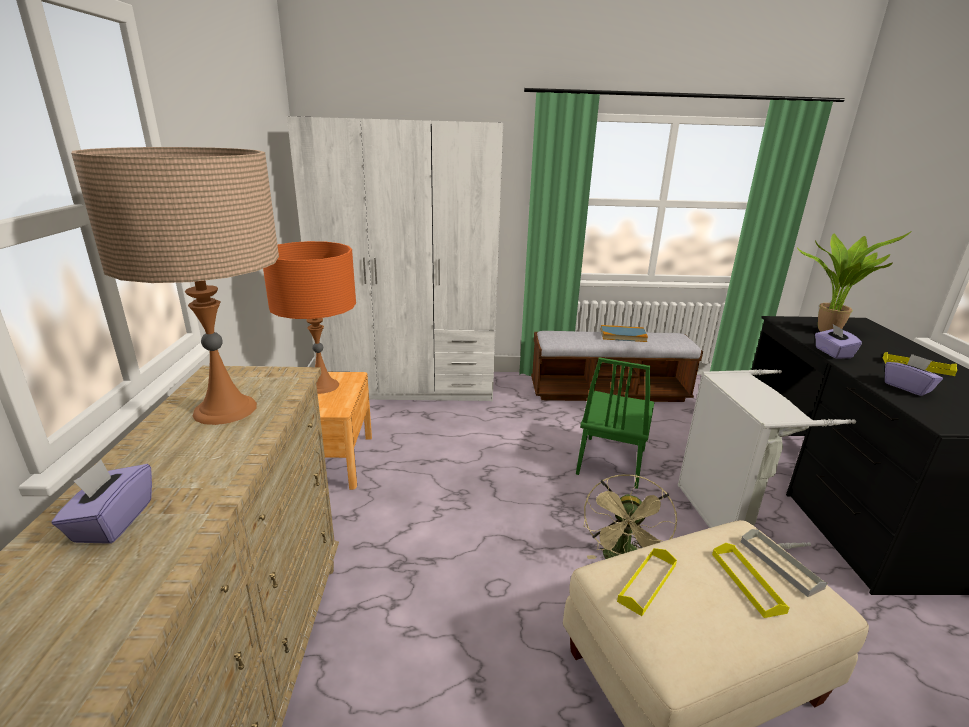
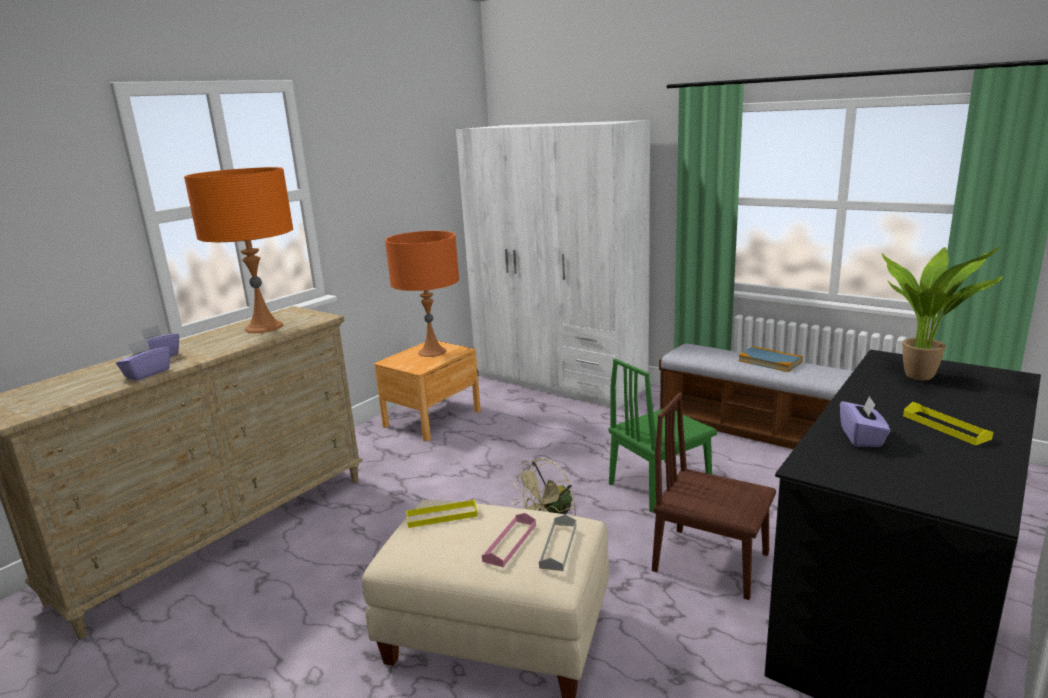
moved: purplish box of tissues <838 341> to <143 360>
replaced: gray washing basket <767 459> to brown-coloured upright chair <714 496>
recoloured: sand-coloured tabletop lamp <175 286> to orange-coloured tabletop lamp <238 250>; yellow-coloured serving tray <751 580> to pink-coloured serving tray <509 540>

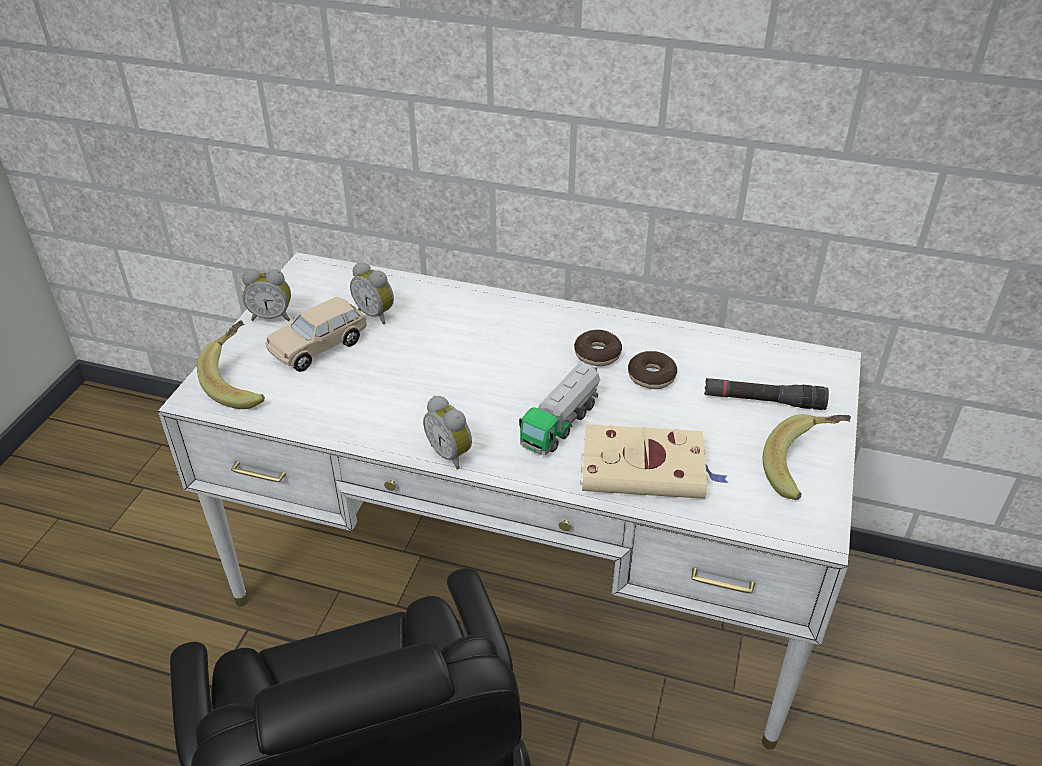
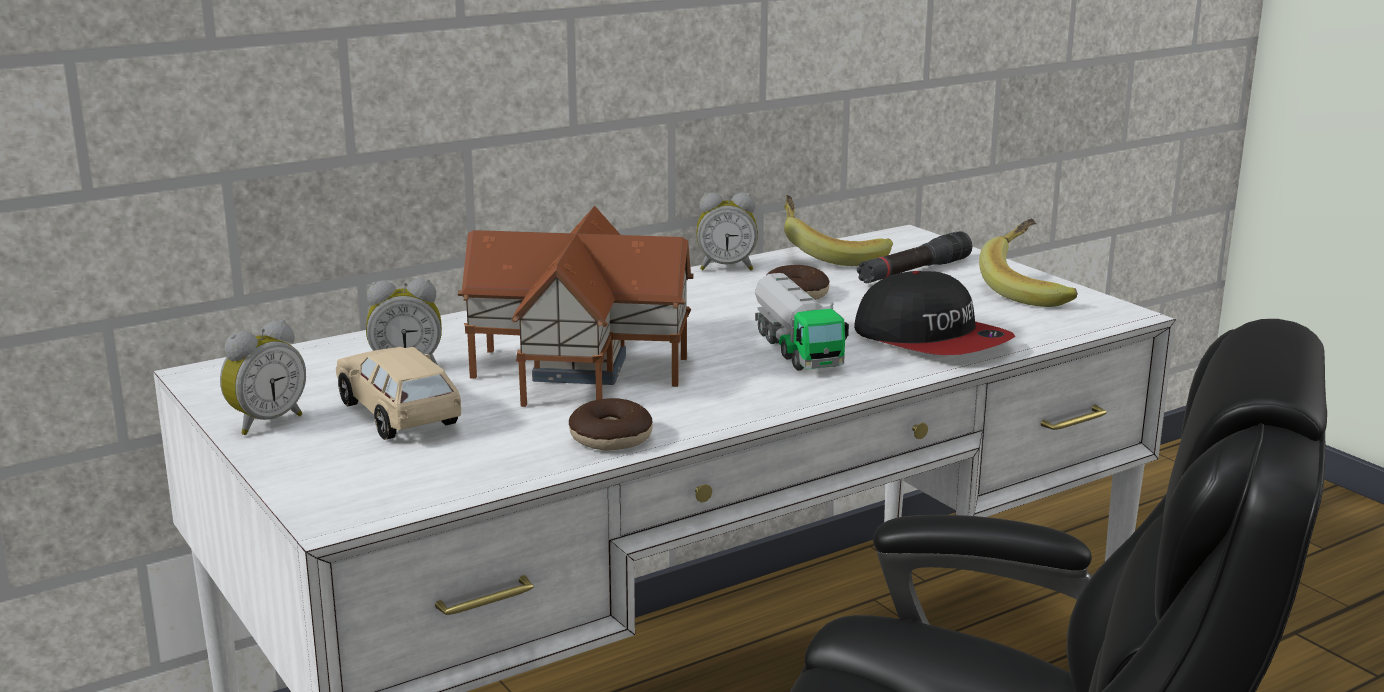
added: toy house <576 306>
moved: banana <231 364> to <838 230>; ring doughnut <598 348> to <611 424>; table clock <447 433> to <727 231>
replaced: sand-coloured book <654 461> to cap <934 313>
turned: sand-coloured model car <316 334> = <398 393> 150 degrees clockwise

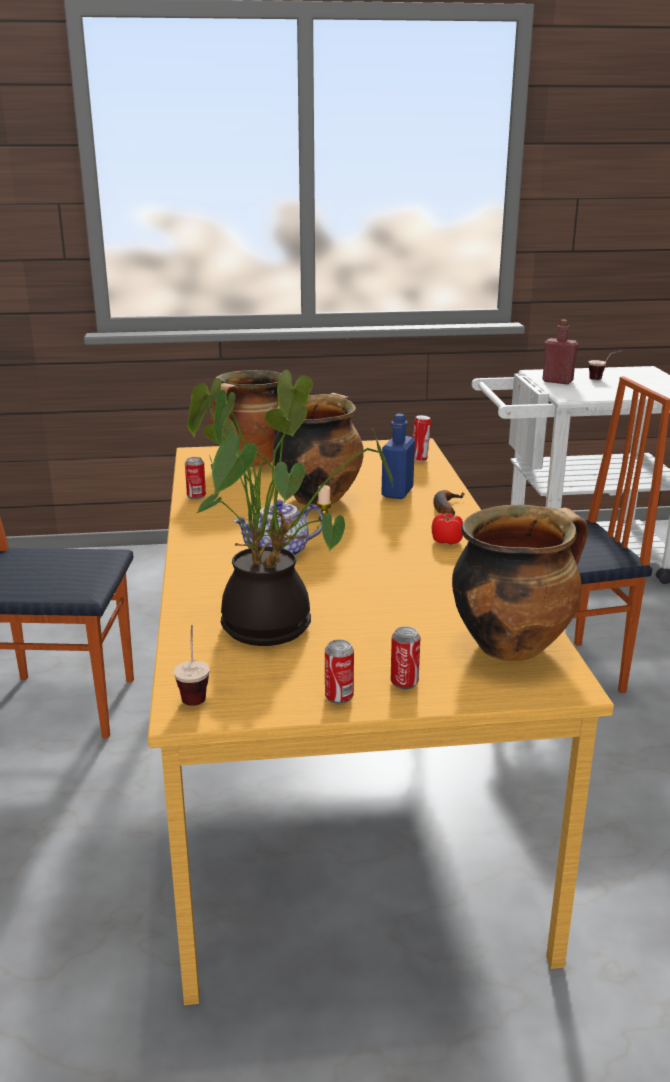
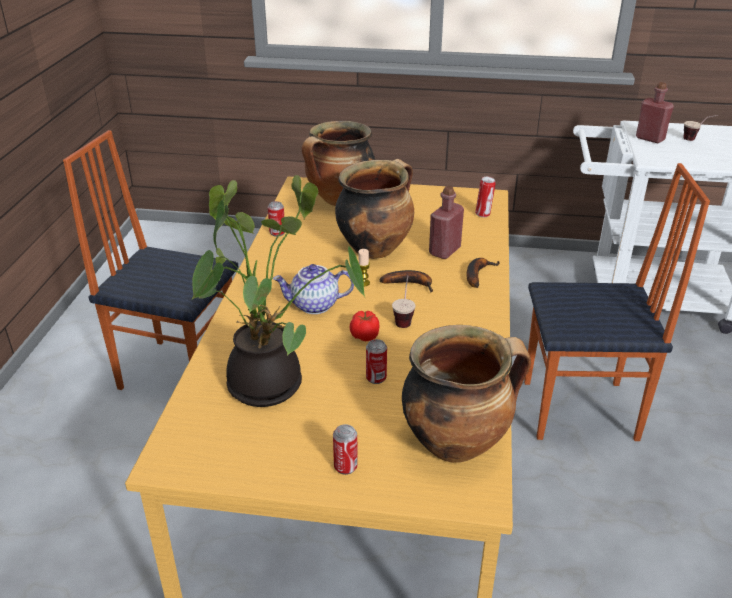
added: banana <406 281>
moved: whole tomato <447 529> to <364 326>; small cup <192 665> to <404 301>; sealed can <339 672> to <376 361>
recoloured: blue-coloured beverage bottle <398 456> to reddish beverage bottle <446 222>

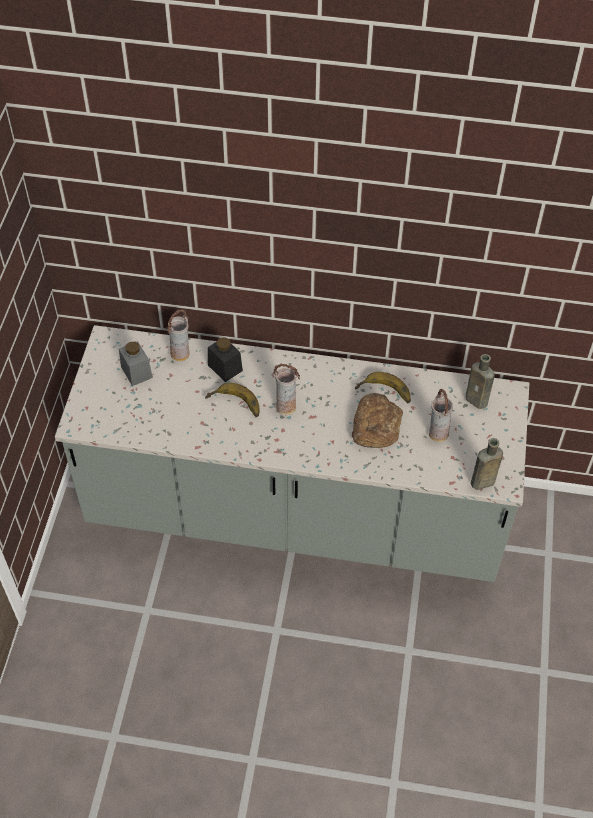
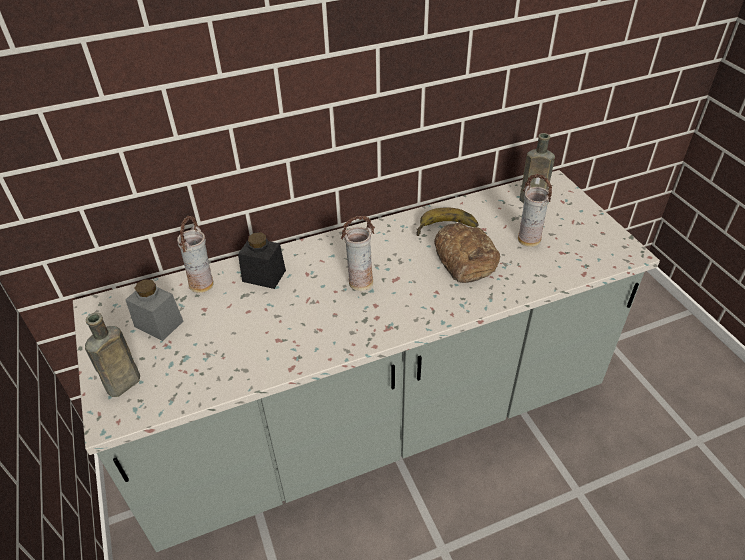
removed: banana <232 400>
moved: brown-coloured beverage bottle <487 464> to <112 355>

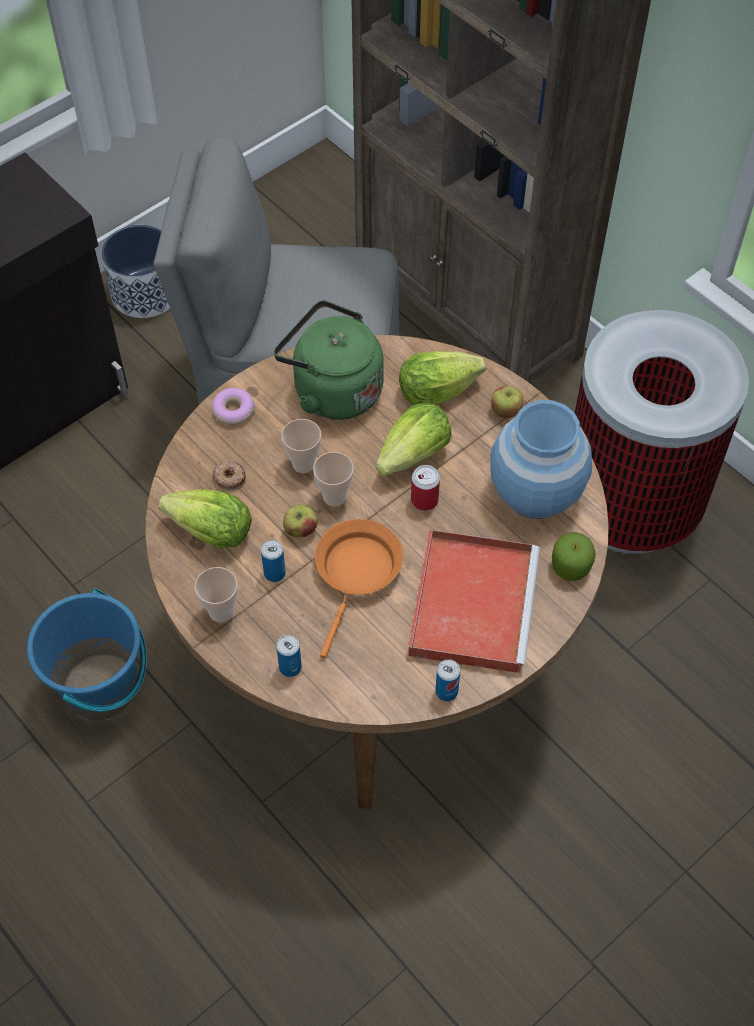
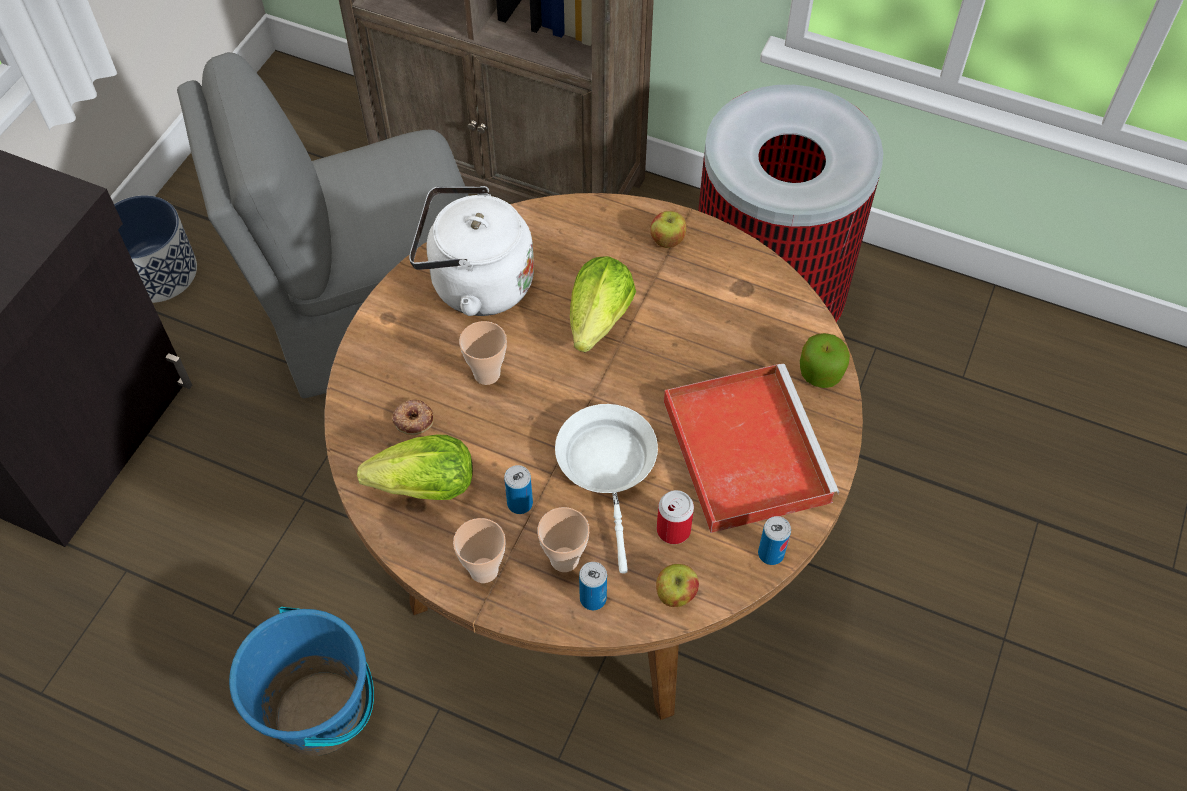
removed: lettuce head <442 378>; ring doughnut <233 406>; blue-coloured decorative vase <541 459>
moved: small cup <333 479> to <563 539>; sealed can <425 488> to <675 517>; apple <300 521> to <677 585>
recoloured: green tea kettle <329 360> to whitish tea kettle <471 251>; orange-coloured skillet <359 589> to whitish skillet <606 489>

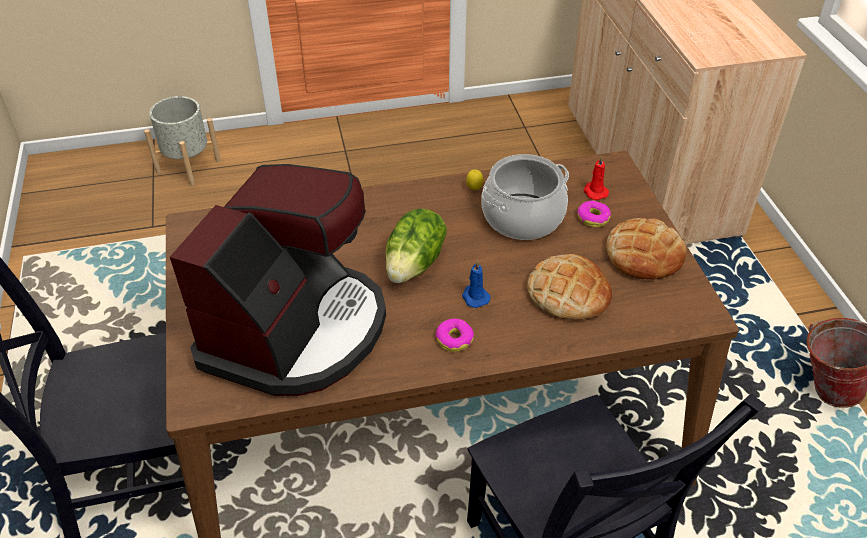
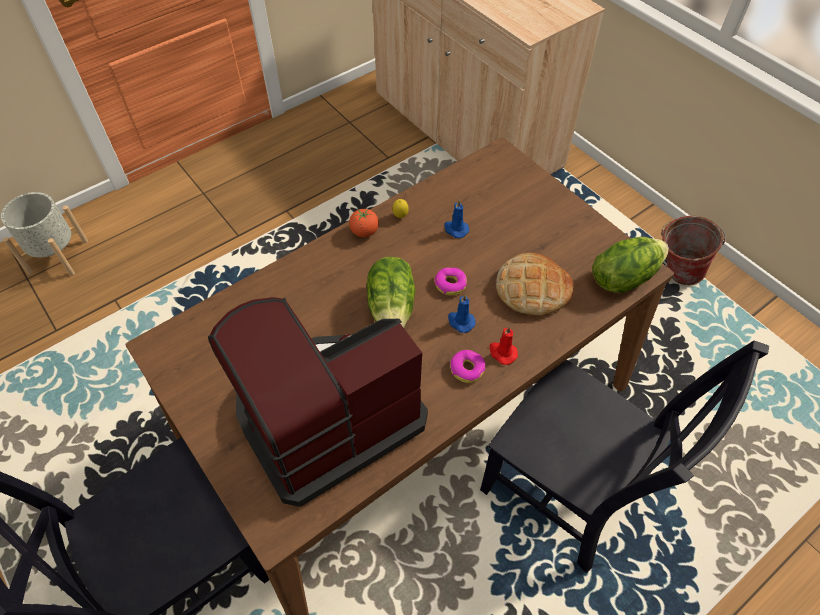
removed: bakery bread <646 248>
added: whole tomato <364 223>; lettuce head <630 265>
moved: reddish wax light <596 178> to <503 345>; ring doughnut <594 213> to <451 282>
replaced: stockpot <525 197> to blue-coloured wax light <456 218>
turned: coffee maker <278 280> = <318 402> 120 degrees counterclockwise

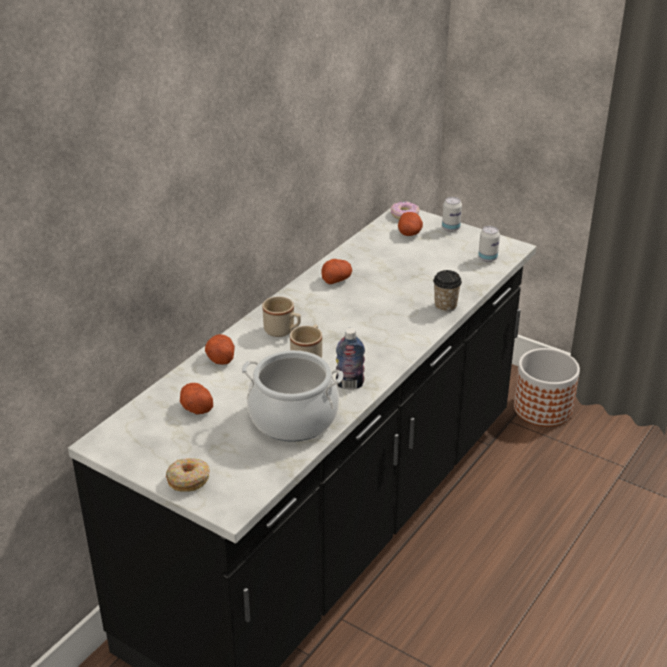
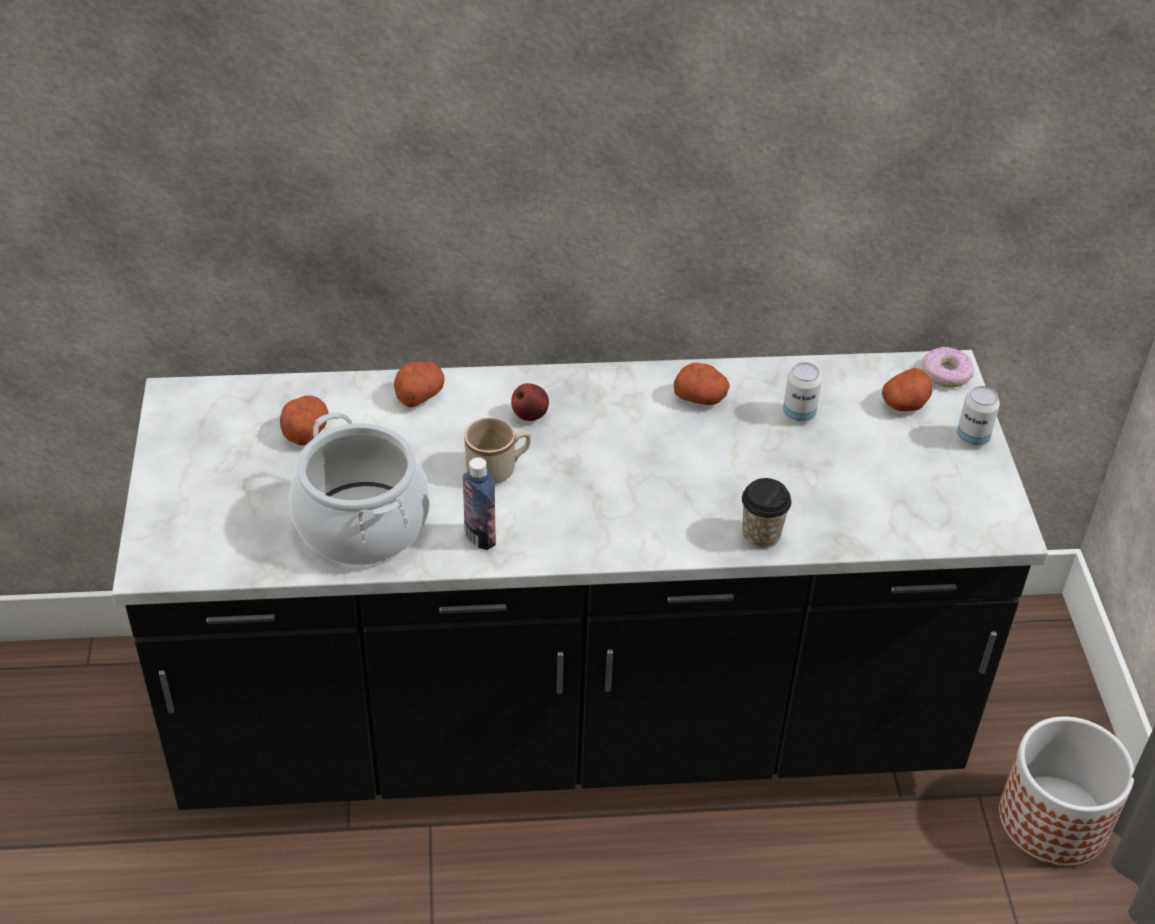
removed: ring doughnut <188 475>
moved: sealed can <489 244> to <802 392>
replaced: sand-coloured coffee mug <281 316> to apple <530 402>

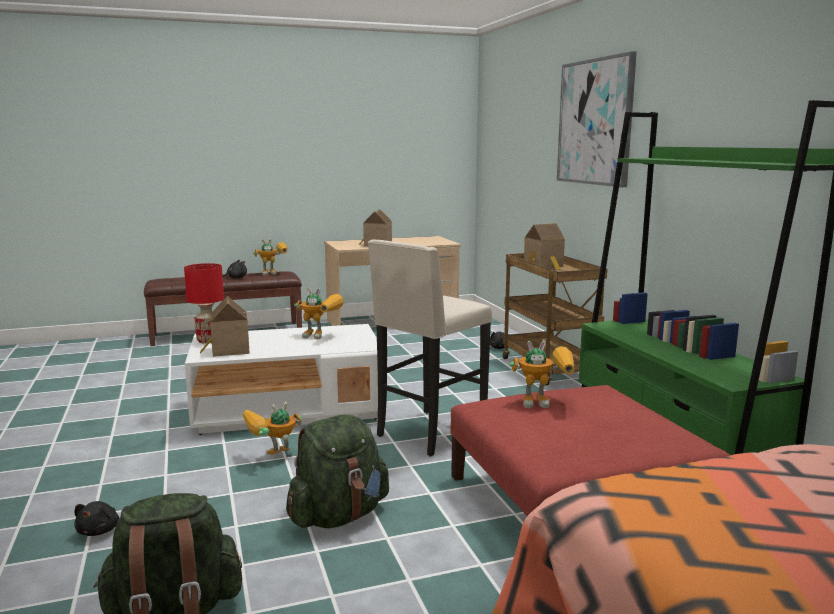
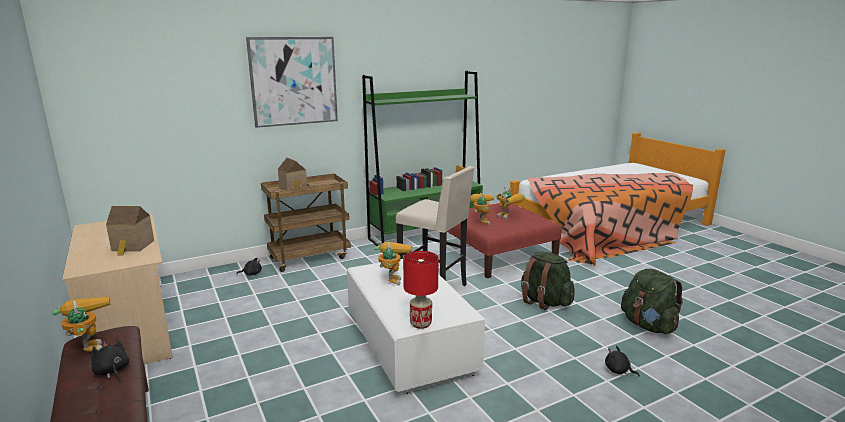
removed: toy house <225 326>
moved: model robot <272 428> to <510 203>
turned: black-coloured plush toy <97 518> = <622 361> 135 degrees counterclockwise

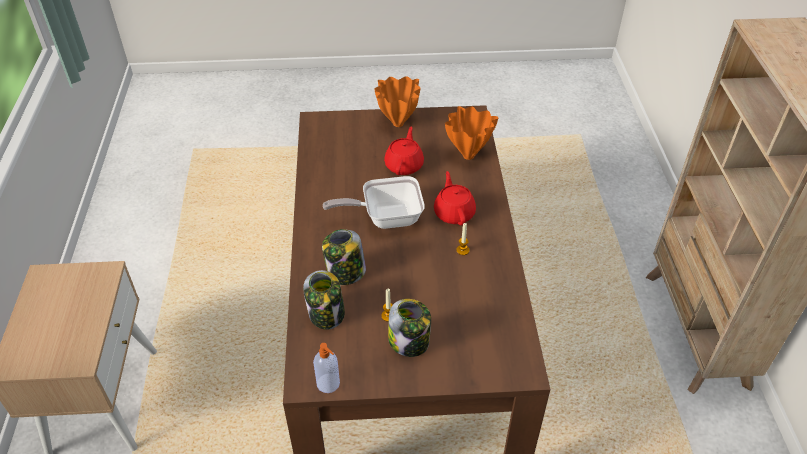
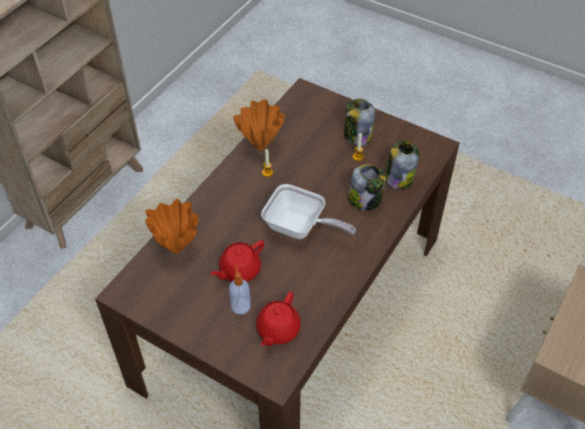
moved: orange-coloured decorative vase <397 101> to <259 124>; reddish tea pot <455 198> to <278 319>; soap bottle <326 368> to <240 289>

